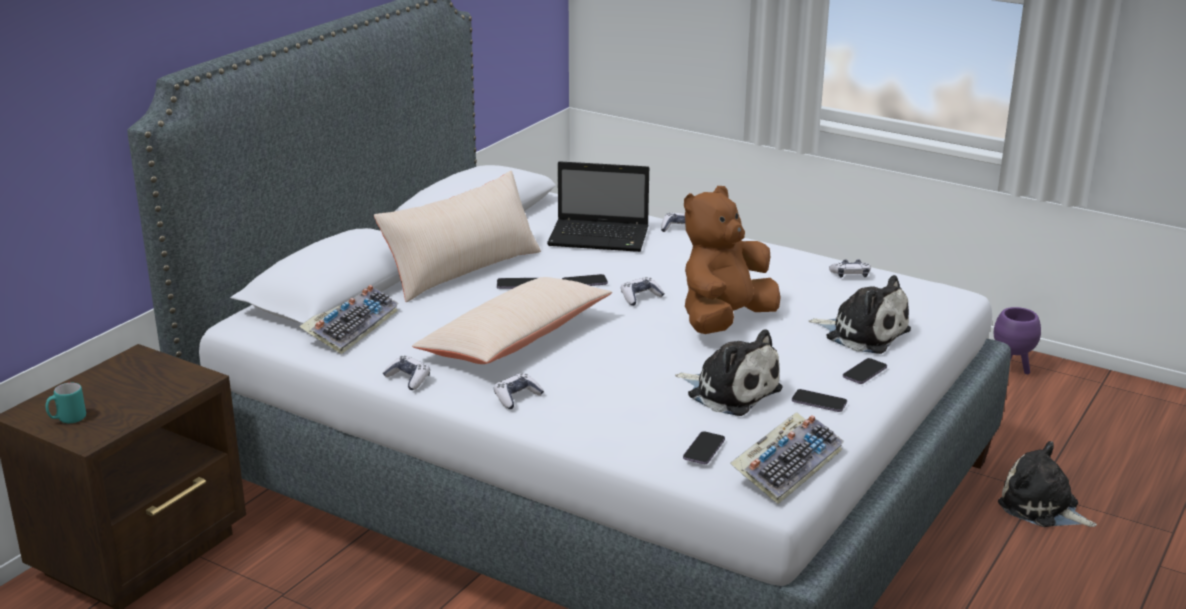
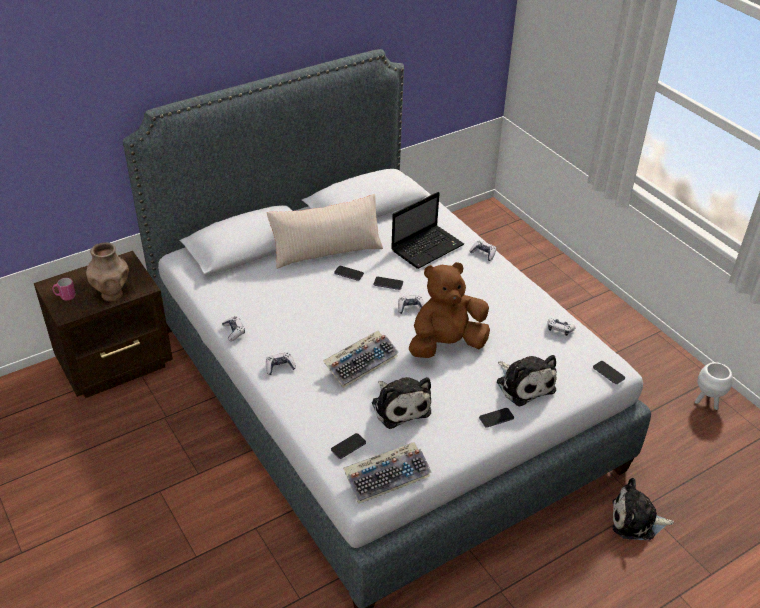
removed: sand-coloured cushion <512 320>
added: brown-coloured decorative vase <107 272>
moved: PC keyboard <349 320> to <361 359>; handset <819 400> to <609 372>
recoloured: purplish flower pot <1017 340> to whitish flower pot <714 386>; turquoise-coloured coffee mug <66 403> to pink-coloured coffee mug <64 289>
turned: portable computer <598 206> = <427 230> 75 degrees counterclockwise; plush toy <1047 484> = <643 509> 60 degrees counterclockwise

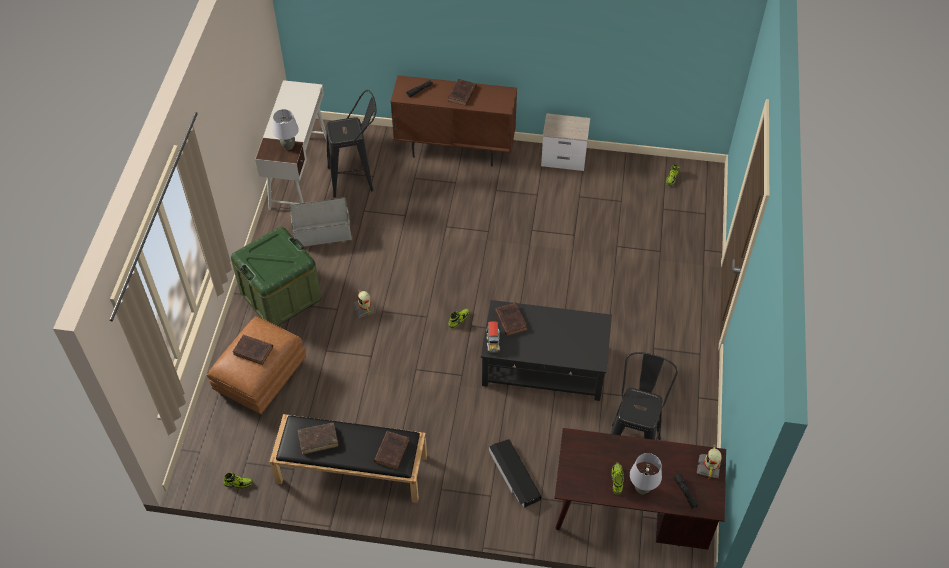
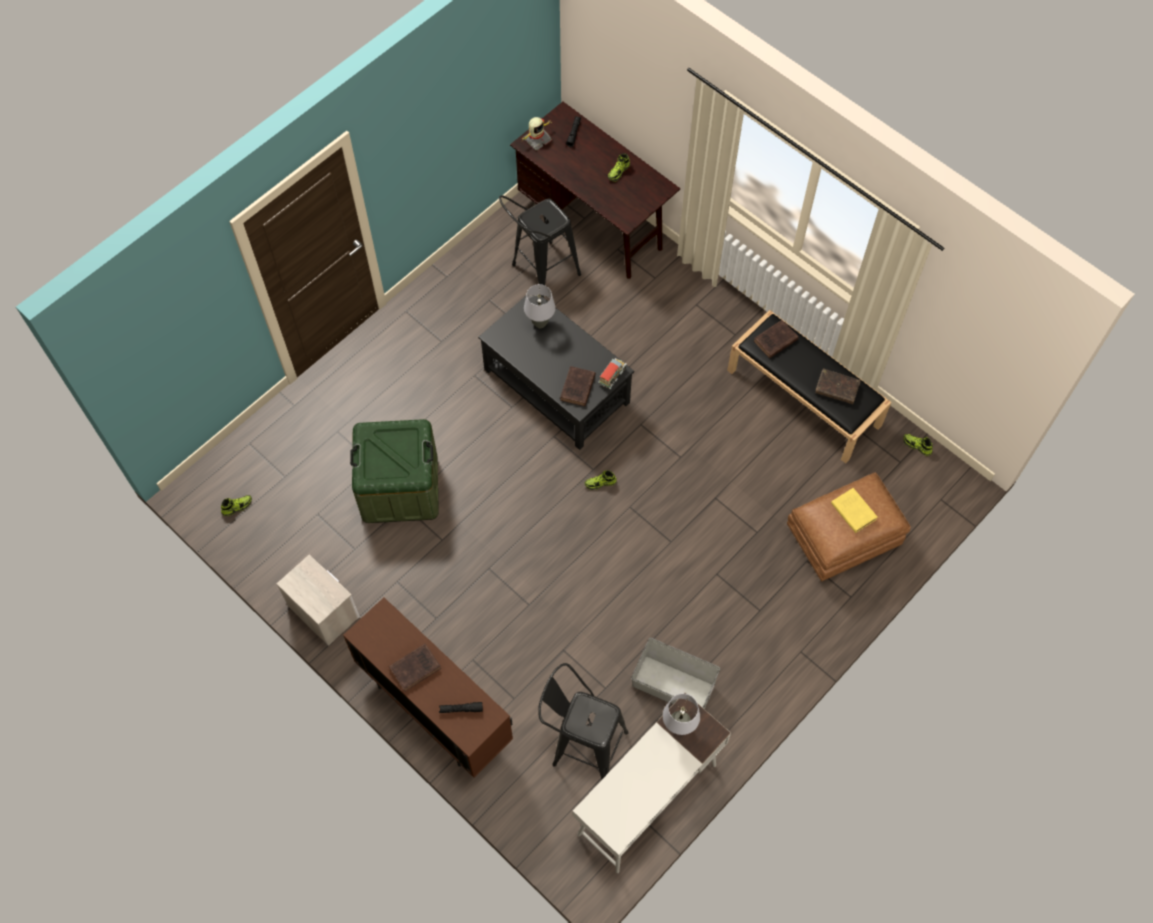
removed: model robot <364 303>; black-coloured storage box <515 473>
moved: green storage box <276 276> to <394 471>; gray tabletop lamp <646 473> to <540 306>
recoloured: brown-coloured book <253 349> to yellow-coloured book <854 510>

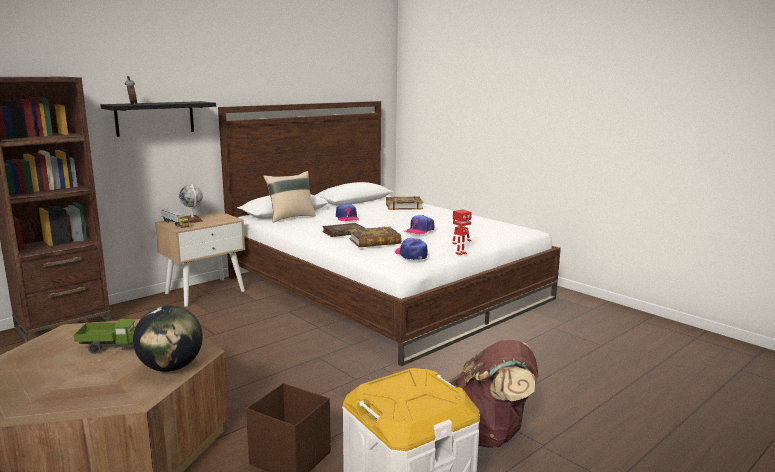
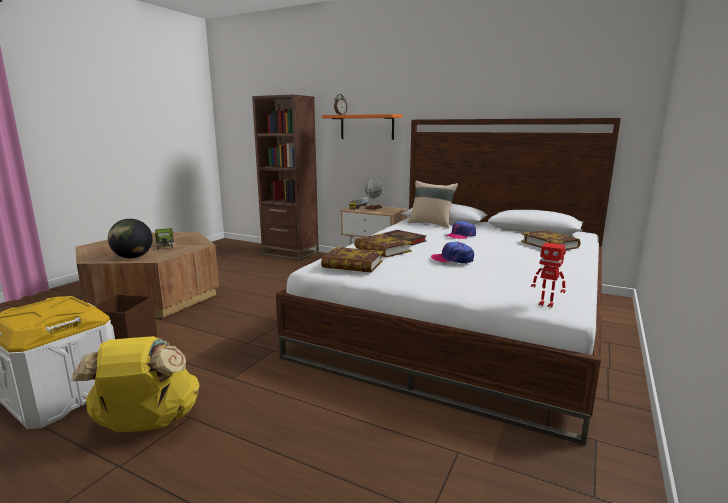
moved: model robot <462 232> to <548 275>
replaced: cap <411 249> to book <352 259>
recoloured: black-coloured bracket shelf <158 119> to orange-coloured bracket shelf <362 127>; brown-coloured backpack <493 393> to yellow-coloured backpack <135 384>

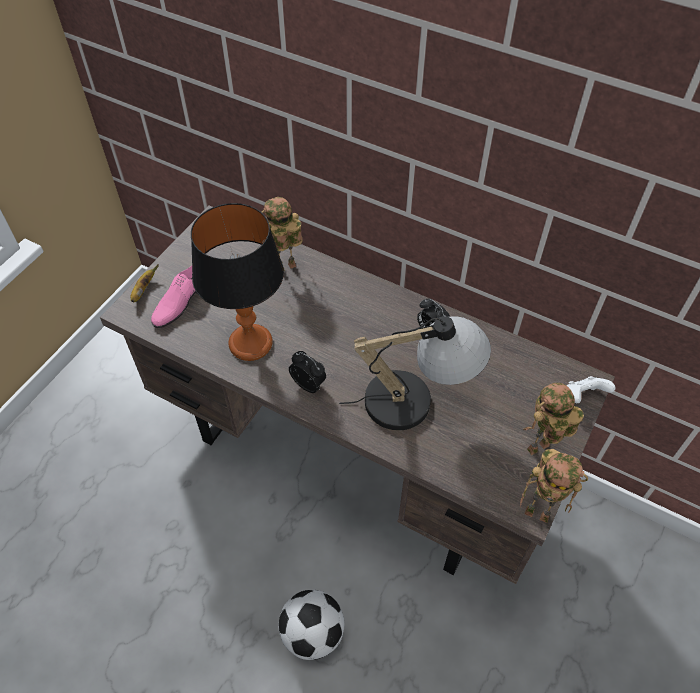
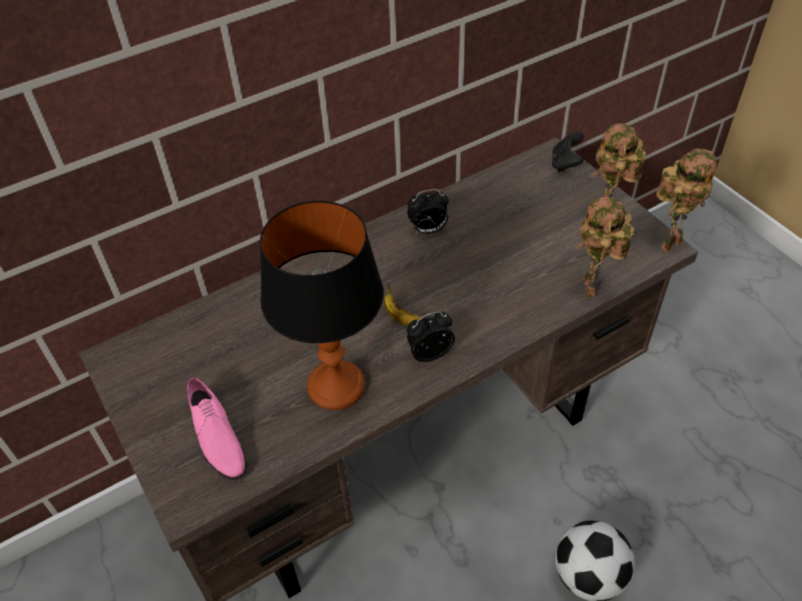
removed: tabletop lamp <415 373>
moved: model robot <282 234> to <604 247>; banana <145 283> to <404 304>
recoloured: whitish joypad <591 389> to black-coloured joypad <568 151>

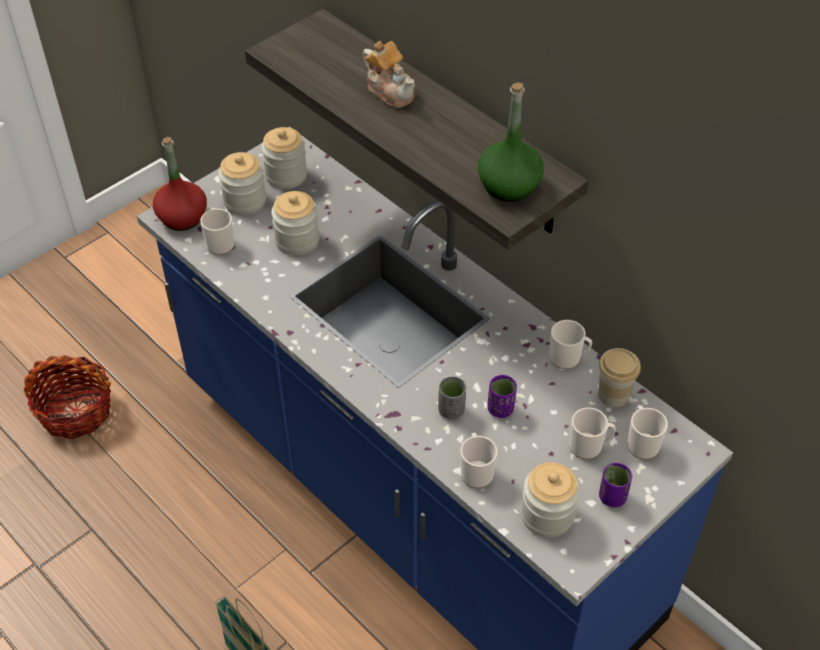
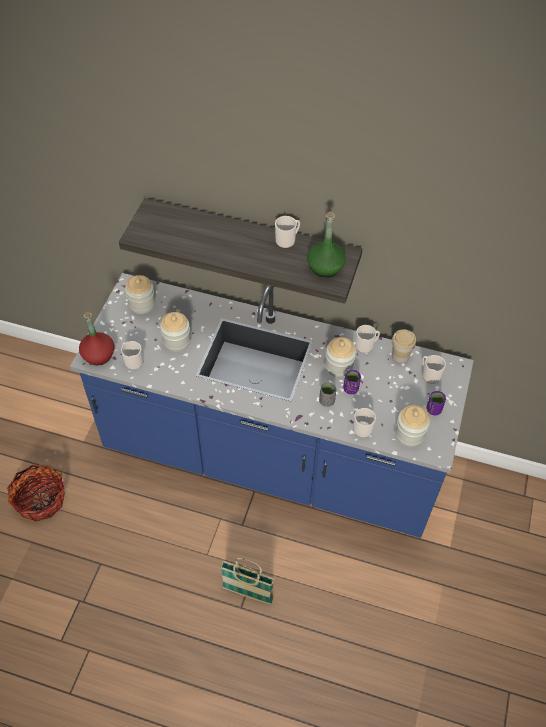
removed: tea pot <388 74>
moved: storage jar <242 183> to <340 357>; coffee mug <592 433> to <287 232>

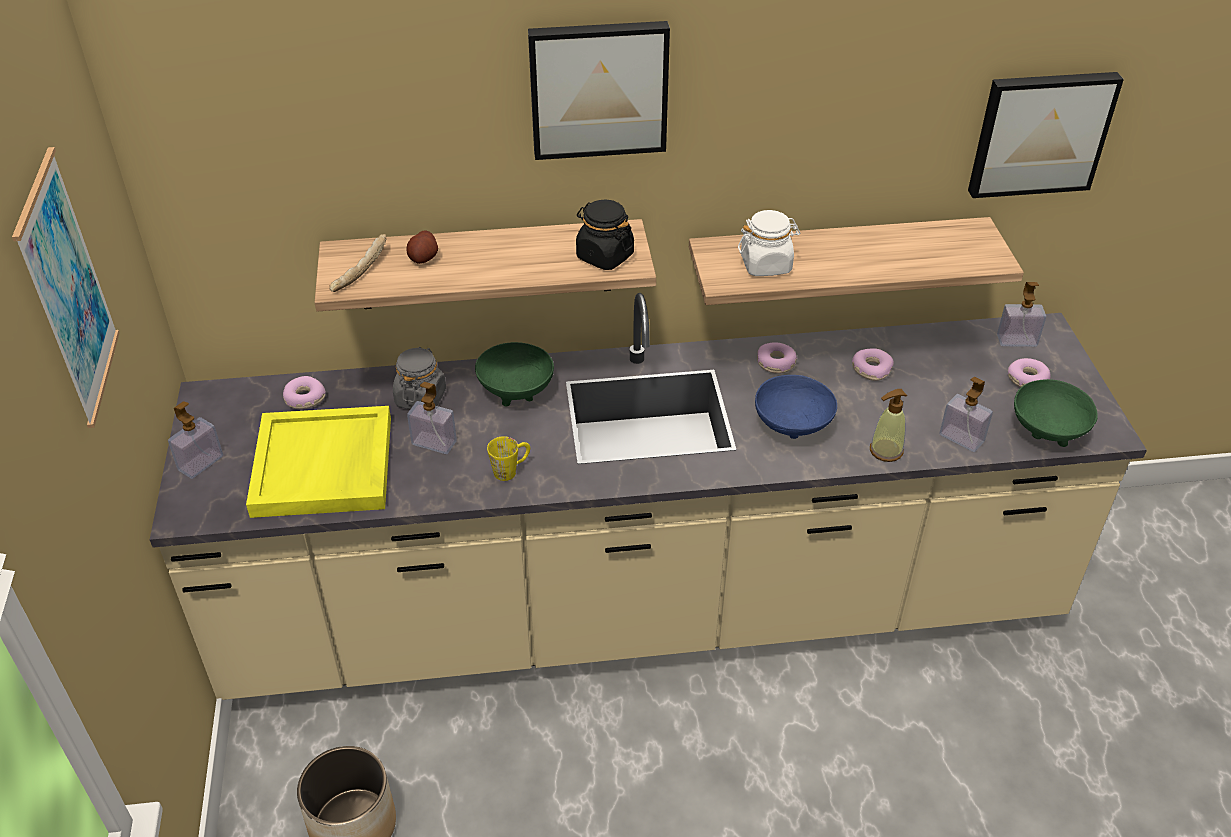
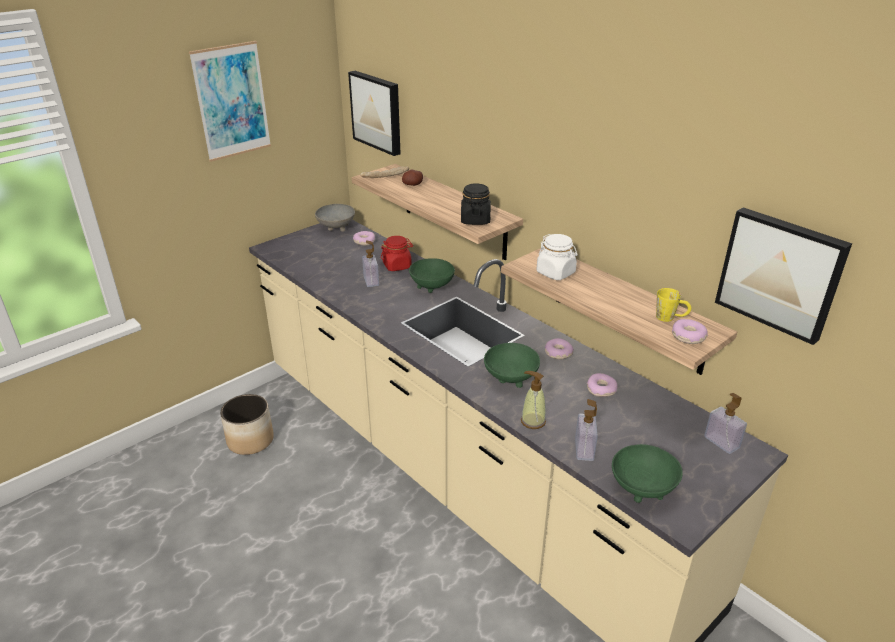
removed: soap bottle <195 440>; yellow-coloured serving tray <318 462>
added: gray serving bowl <335 218>
moved: picture <599 90> to <374 113>; ring doughnut <1029 372> to <690 331>; yellow-coloured coffee mug <508 458> to <673 305>
recoloured: gray storage jar <419 378> to reddish storage jar <397 253>; blue-coloured serving bowl <796 407> to green serving bowl <512 365>

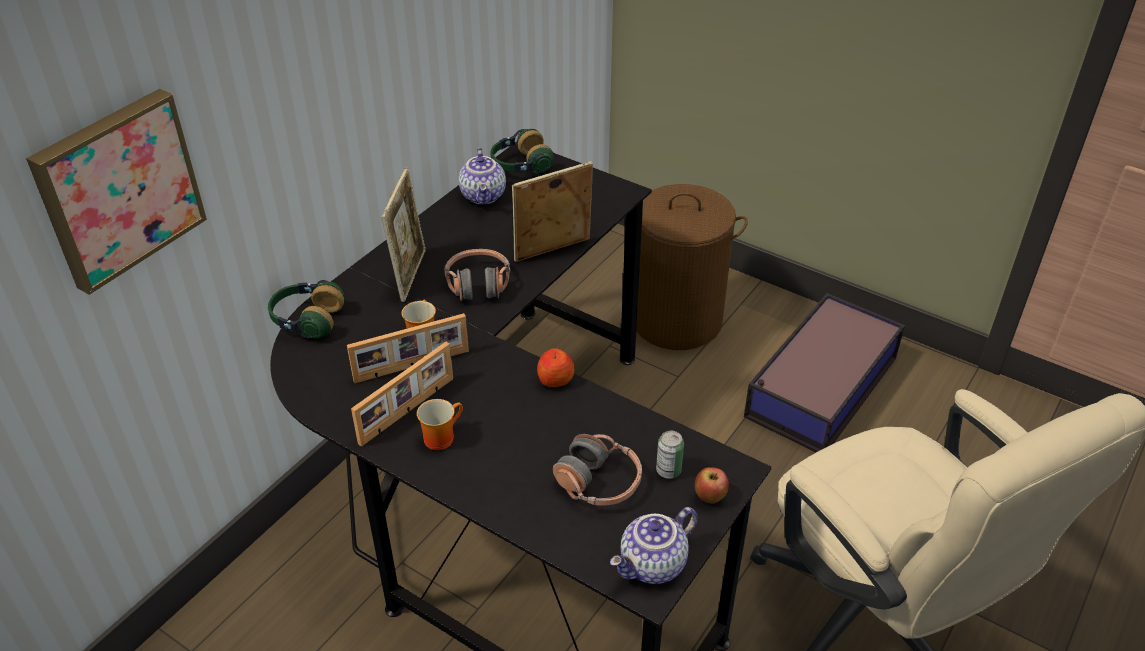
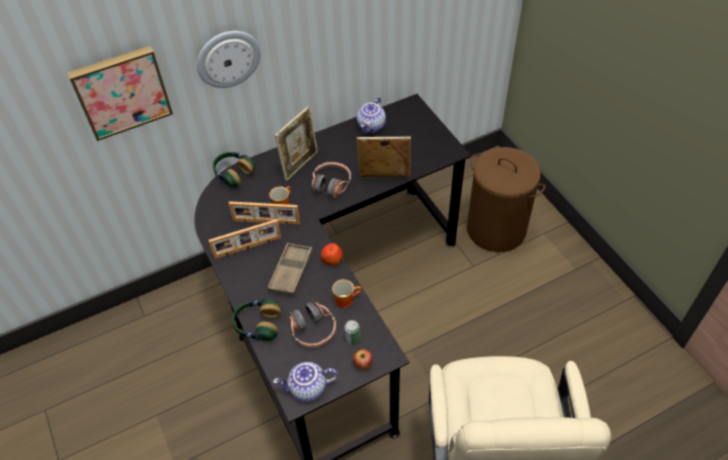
removed: storage box <824 372>
added: clock on the wall <229 59>; brown-coloured serving tray <290 269>
moved: pair of headphones <522 151> to <256 320>; coffee mug <440 424> to <347 293>

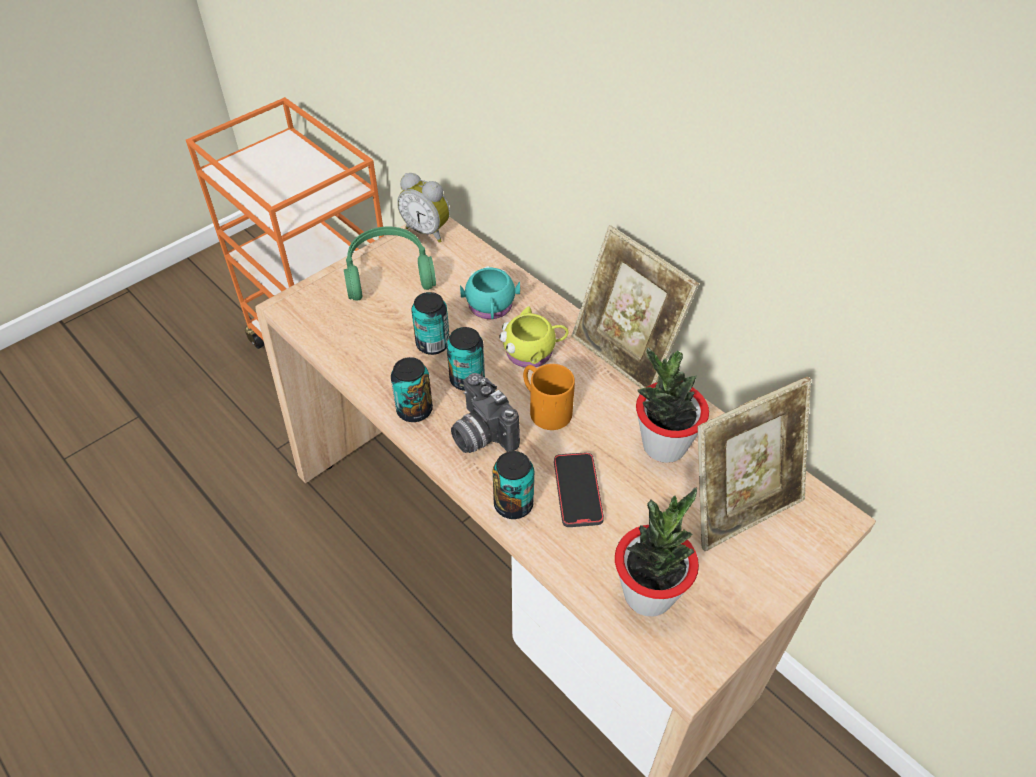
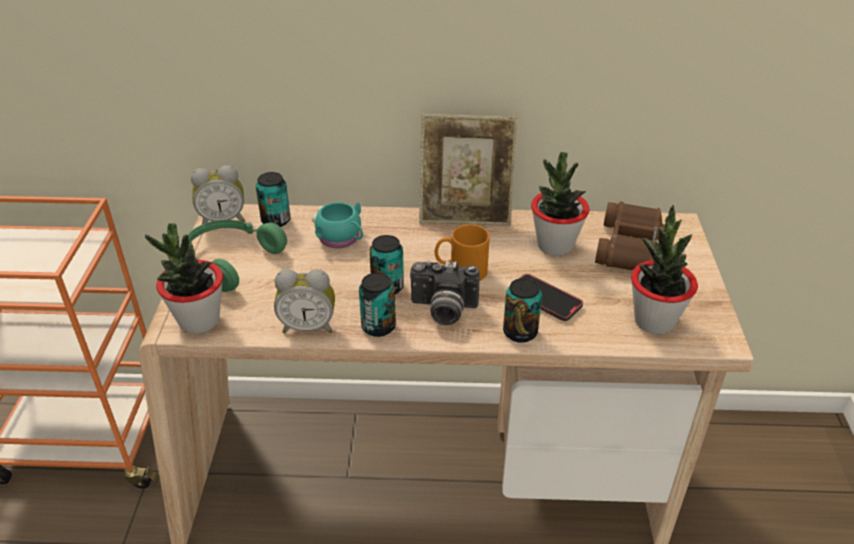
removed: yellow-coloured coffee mug <534 337>
added: houseplant <184 278>; table clock <304 301>
moved: sealed can <430 323> to <273 199>
replaced: standing frame <754 464> to brown-coloured binoculars <630 235>

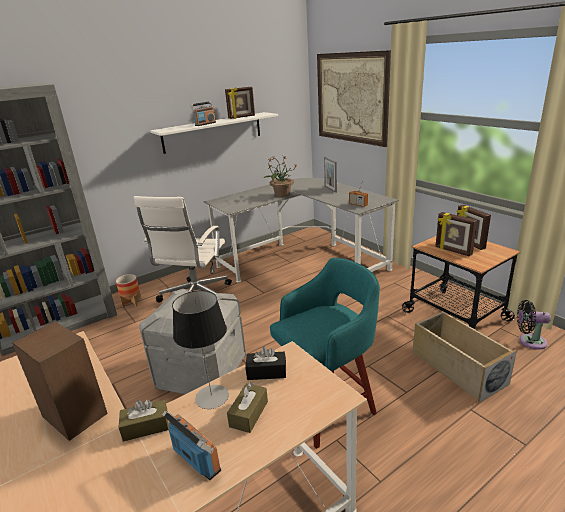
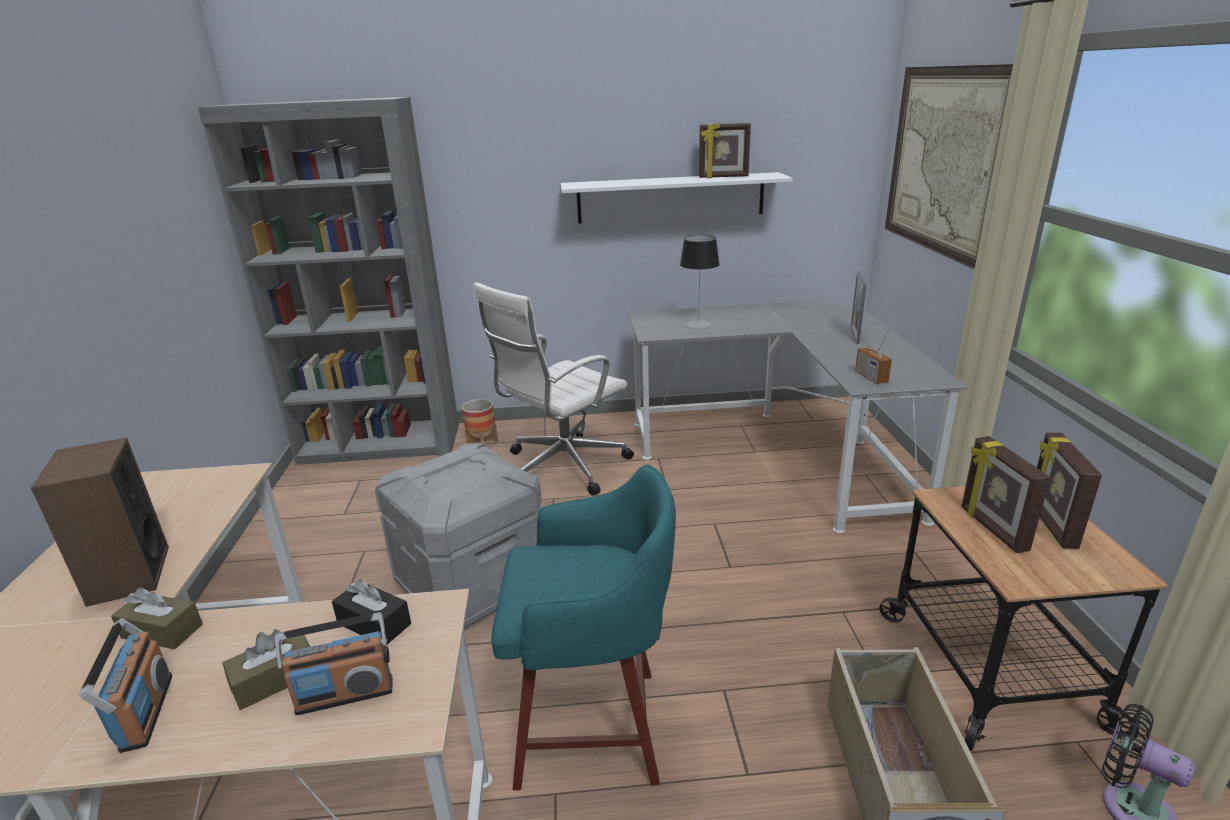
removed: houseplant <280 177>
moved: radio receiver <203 113> to <333 663>; tabletop lamp <200 349> to <700 282>

